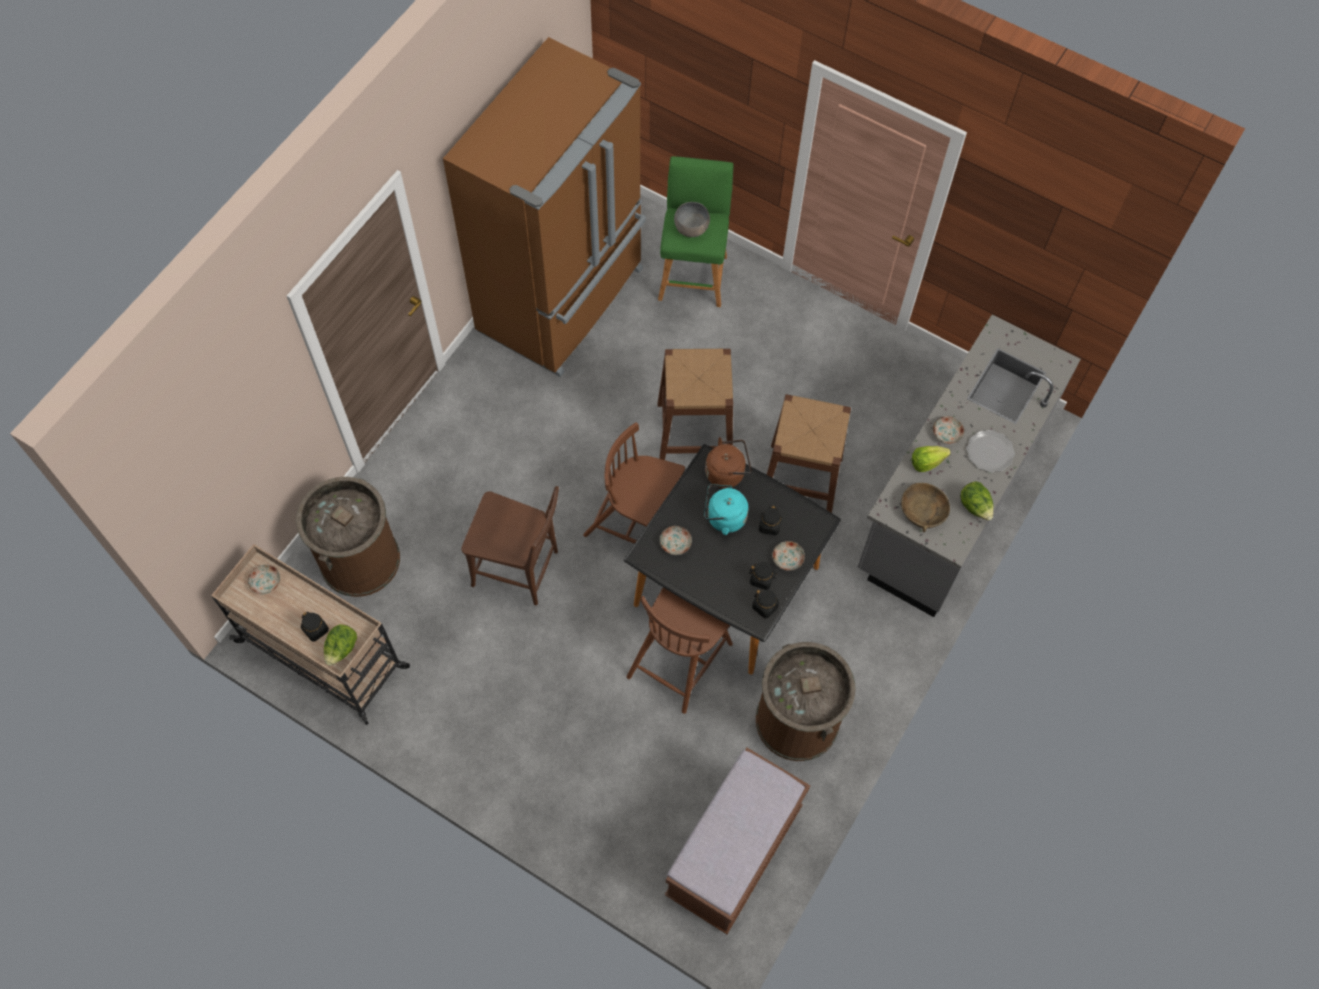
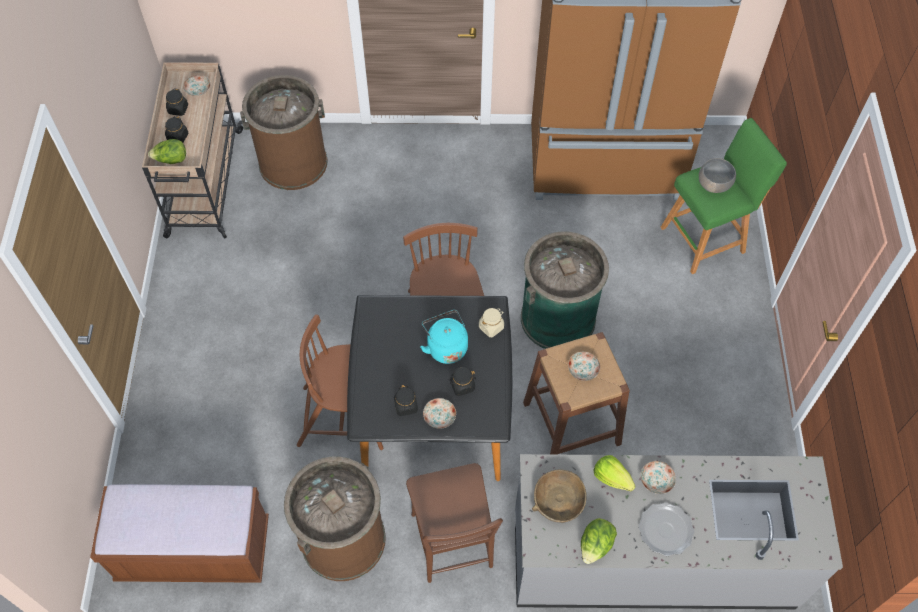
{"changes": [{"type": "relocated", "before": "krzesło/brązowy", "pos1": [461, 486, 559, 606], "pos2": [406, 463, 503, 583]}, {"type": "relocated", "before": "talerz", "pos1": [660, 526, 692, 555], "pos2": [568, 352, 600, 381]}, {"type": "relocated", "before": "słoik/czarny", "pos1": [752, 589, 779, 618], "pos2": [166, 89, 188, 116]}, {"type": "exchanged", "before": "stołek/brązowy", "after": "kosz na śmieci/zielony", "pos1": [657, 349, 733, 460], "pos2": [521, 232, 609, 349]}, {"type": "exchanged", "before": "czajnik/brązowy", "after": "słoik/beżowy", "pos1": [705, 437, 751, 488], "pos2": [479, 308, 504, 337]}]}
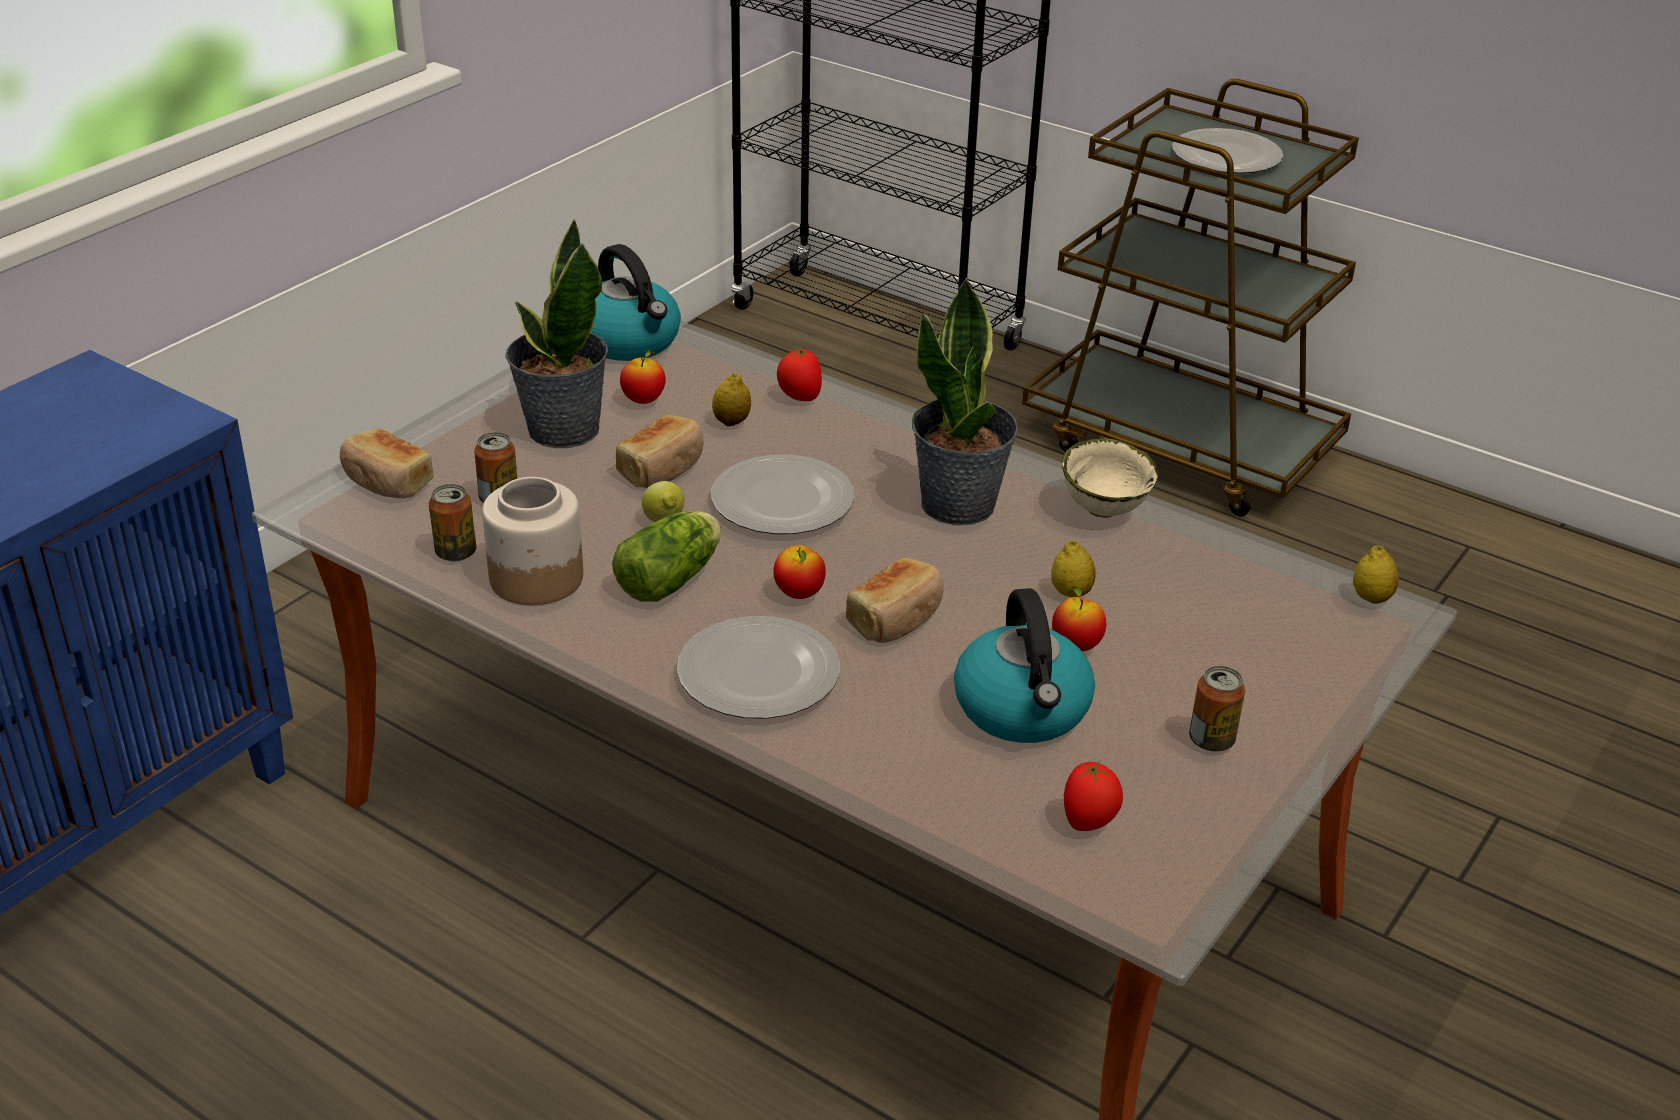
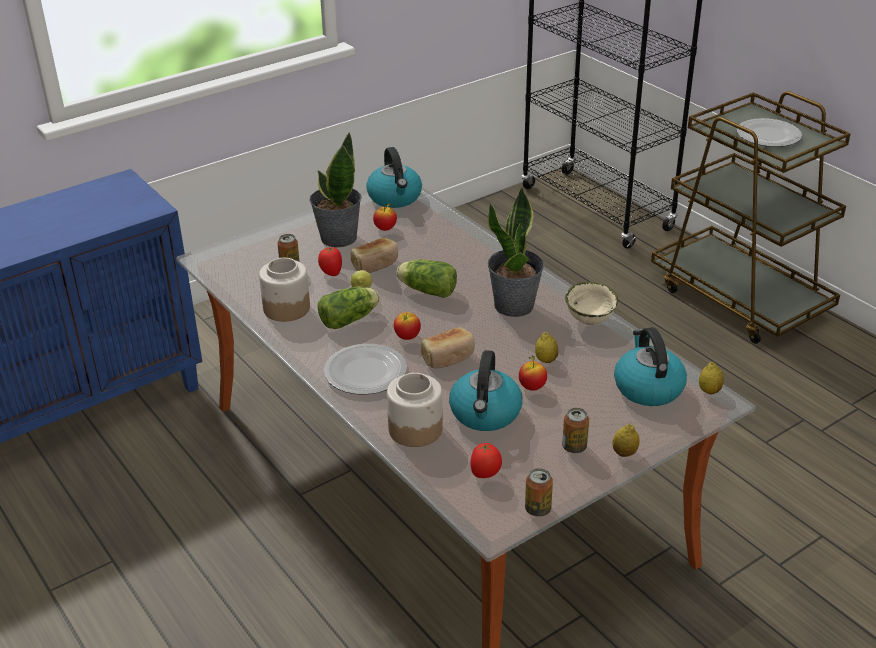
{"changes": [{"type": "missing", "before": "chleb", "pos1": [340, 428, 434, 498]}, {"type": "appeared", "after": "słoik", "pos2": [387, 373, 443, 447]}, {"type": "appeared", "after": "czajnik", "pos2": [614, 327, 687, 406]}, {"type": "relocated", "before": "puszka", "pos1": [429, 484, 476, 562], "pos2": [525, 468, 553, 517]}, {"type": "relocated", "before": "cytryna", "pos1": [712, 373, 751, 426], "pos2": [613, 424, 640, 457]}, {"type": "relocated", "before": "pomidor", "pos1": [777, 349, 822, 401], "pos2": [318, 247, 342, 276]}, {"type": "exchanged", "before": "talerz", "after": "sałata", "pos1": [711, 454, 855, 534], "pos2": [396, 259, 457, 298]}]}
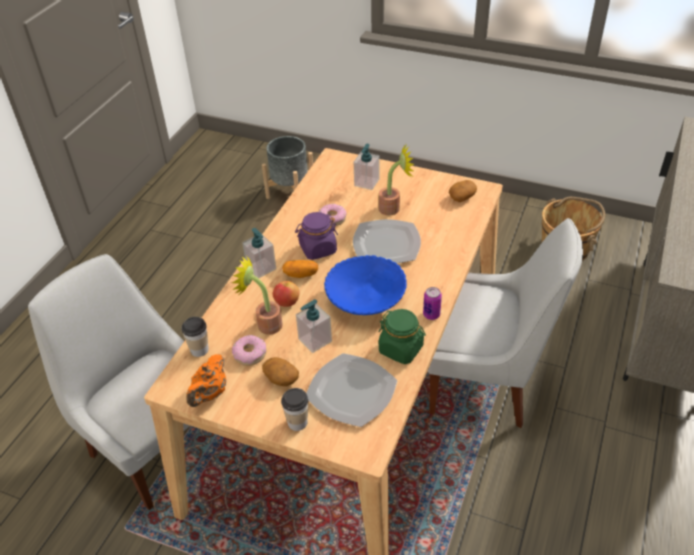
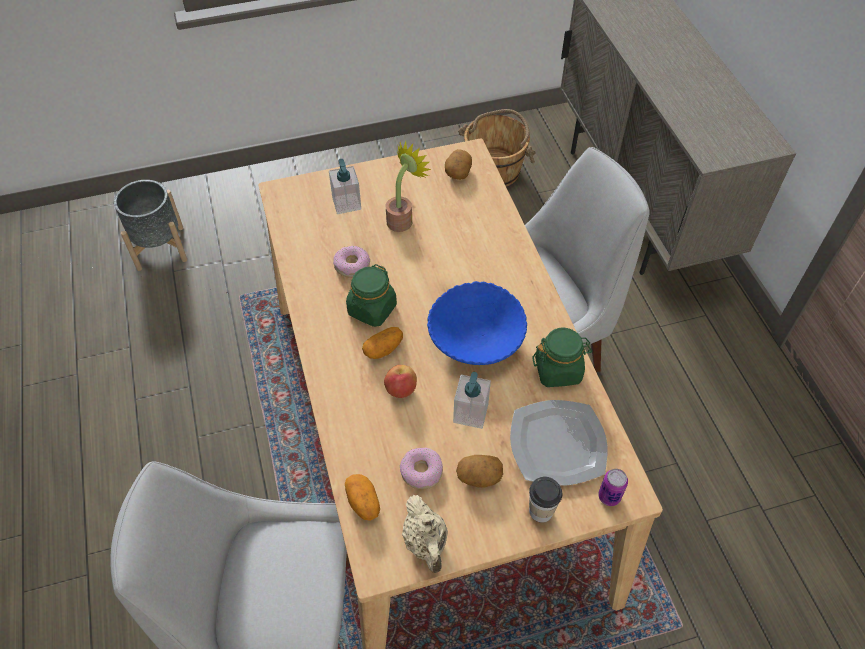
{"changes": [{"type": "missing", "before": "roślina doniczkowa", "pos1": [232, 255, 283, 335]}, {"type": "missing", "before": "dozownik mydła", "pos1": [242, 228, 276, 278]}, {"type": "missing", "before": "talerz", "pos1": [353, 219, 421, 264]}, {"type": "relocated", "before": "puszka", "pos1": [423, 287, 442, 320], "pos2": [598, 469, 628, 506]}, {"type": "exchanged", "before": "filiżanka", "after": "ziemniak", "pos1": [181, 317, 209, 357], "pos2": [345, 474, 380, 521]}, {"type": "colour", "before": "imbryk/pomarańczowy", "after": "imbryk/beżowy", "pos1": [186, 354, 226, 407], "pos2": [402, 495, 448, 573]}, {"type": "colour", "before": "słoik/fioletowy", "after": "słoik/zielony", "pos1": [295, 212, 338, 260], "pos2": [346, 264, 397, 327]}]}
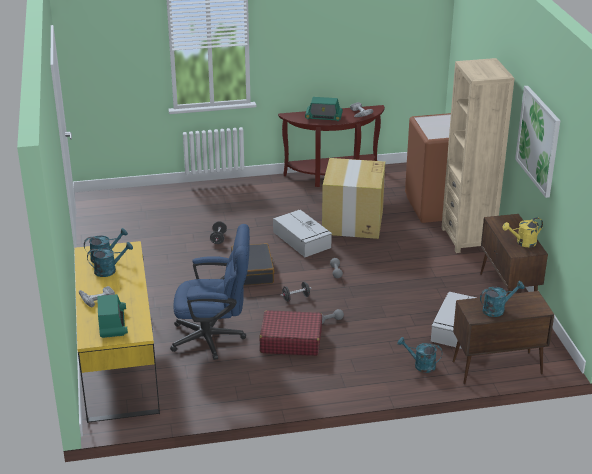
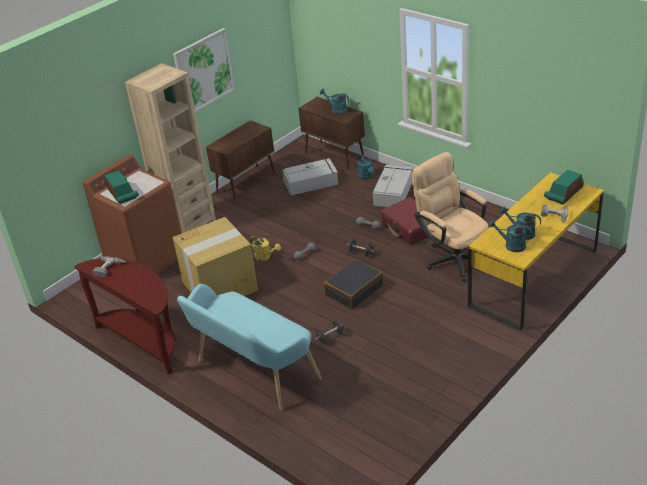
{"changes": [{"type": "appeared", "after": "ławka/turkusowy", "pos2": [177, 284, 322, 411]}, {"type": "relocated", "before": "pojemnik do przechowywania/szary", "pos1": [273, 210, 332, 257], "pos2": [373, 165, 413, 207]}, {"type": "relocated", "before": "radio", "pos1": [305, 97, 343, 121], "pos2": [104, 171, 139, 204]}, {"type": "relocated", "before": "konewka/żółty", "pos1": [503, 217, 543, 247], "pos2": [250, 236, 281, 261]}, {"type": "colour", "before": "krzesło biurowe/niebieski", "after": "krzesło biurowe/beżowy", "pos1": [170, 224, 250, 360], "pos2": [412, 152, 488, 281]}]}
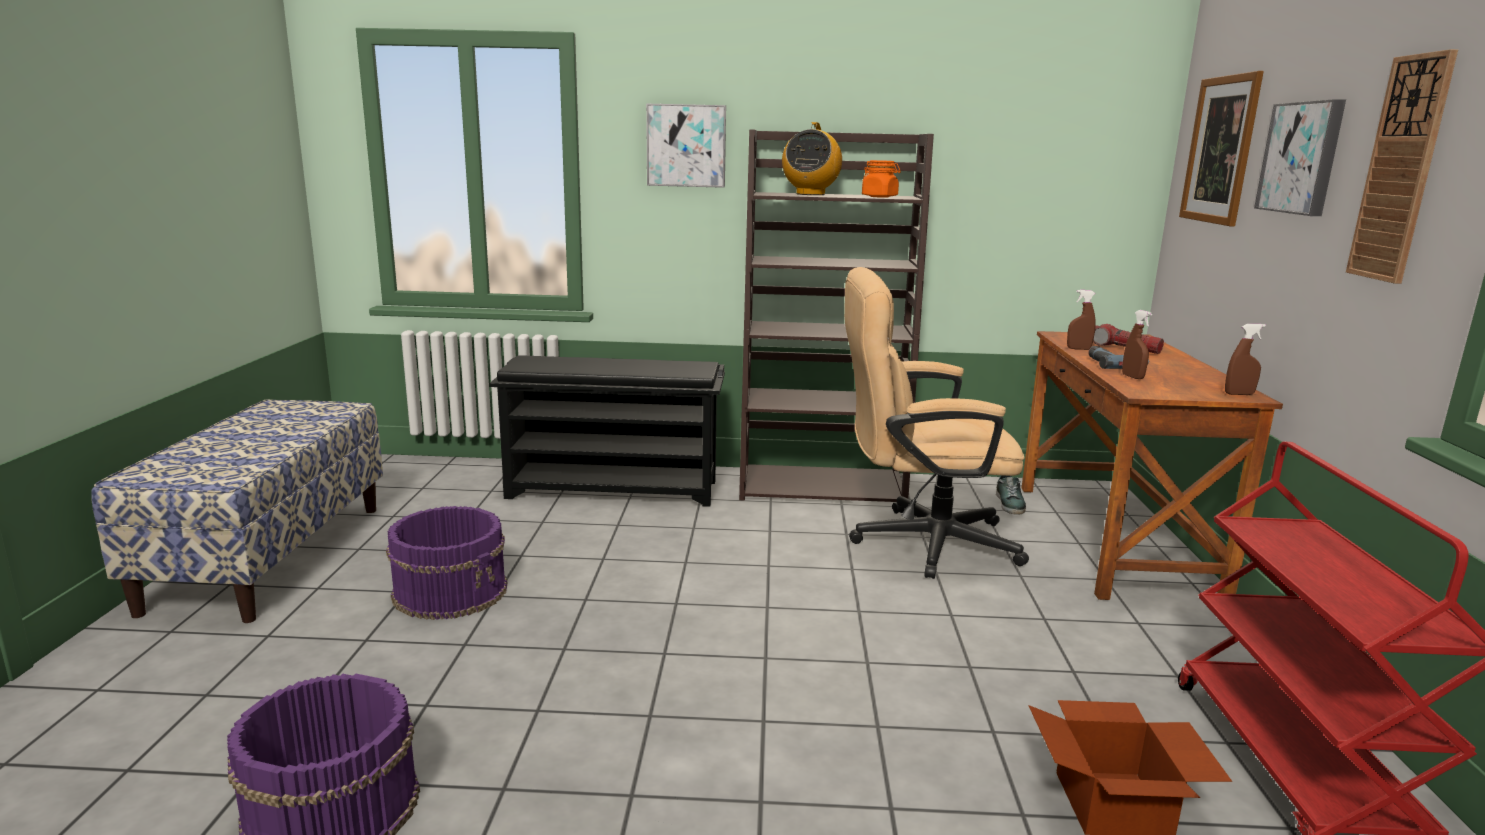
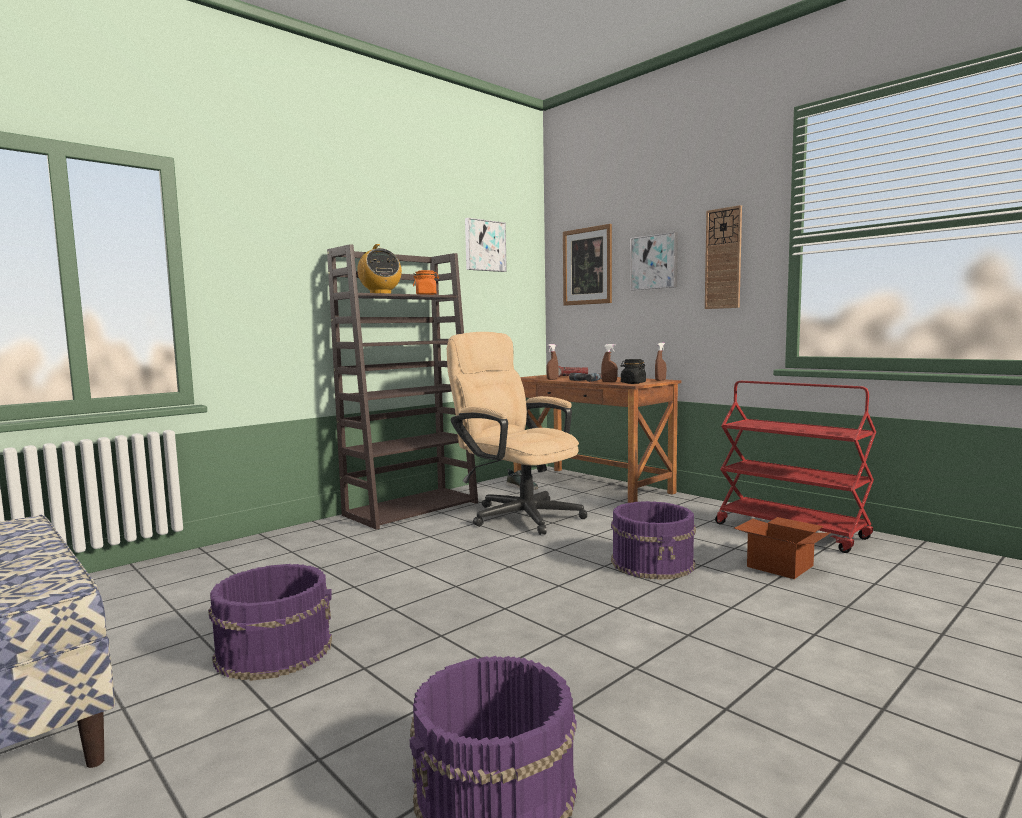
{"changes": [{"type": "missing", "before": "regał na buty/czarny", "pos1": [490, 355, 725, 507]}, {"type": "appeared", "after": "wiadro/fioletowy", "pos2": [611, 501, 696, 580]}, {"type": "appeared", "after": "słoik/czarny", "pos2": [621, 359, 646, 384]}, {"type": "relocated", "before": "obraz", "pos1": [646, 104, 726, 188], "pos2": [465, 218, 507, 272]}, {"type": "spun", "before": "krzesło biurowe/beżowy", "pos1": [844, 267, 1029, 579], "pos2": [447, 332, 587, 535], "turn": 90}]}
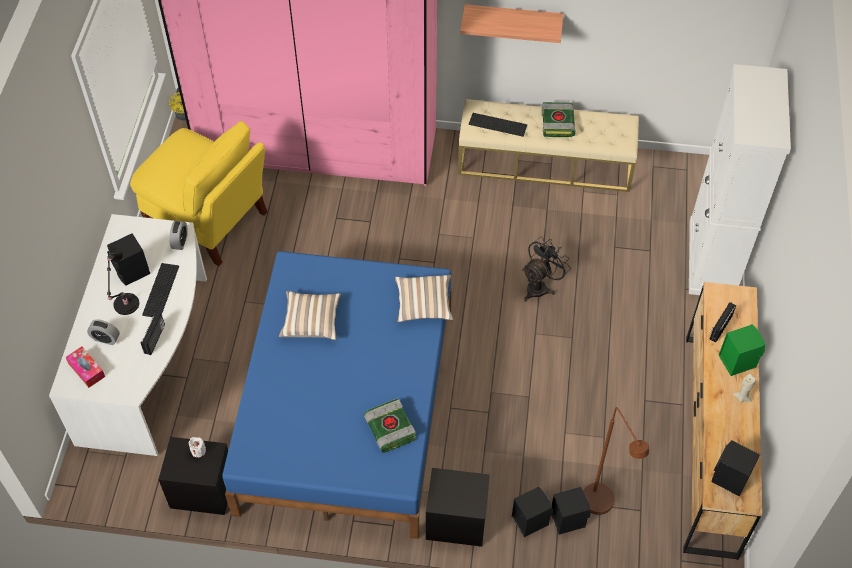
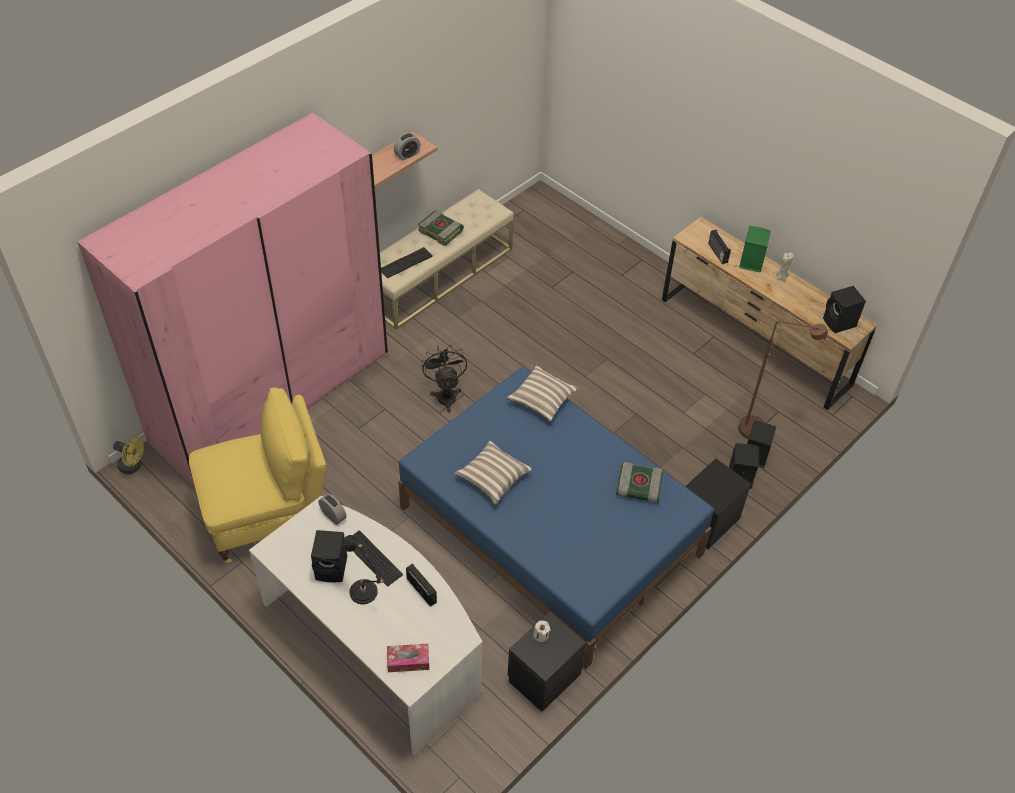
{"changes": [{"type": "missing", "before": "szafka/biały", "pos1": [689, 64, 791, 295]}, {"type": "relocated", "before": "budzik", "pos1": [87, 320, 120, 345], "pos2": [394, 133, 421, 161]}, {"type": "relocated", "before": "wentylator/czarny", "pos1": [522, 237, 571, 302], "pos2": [421, 345, 467, 413]}]}
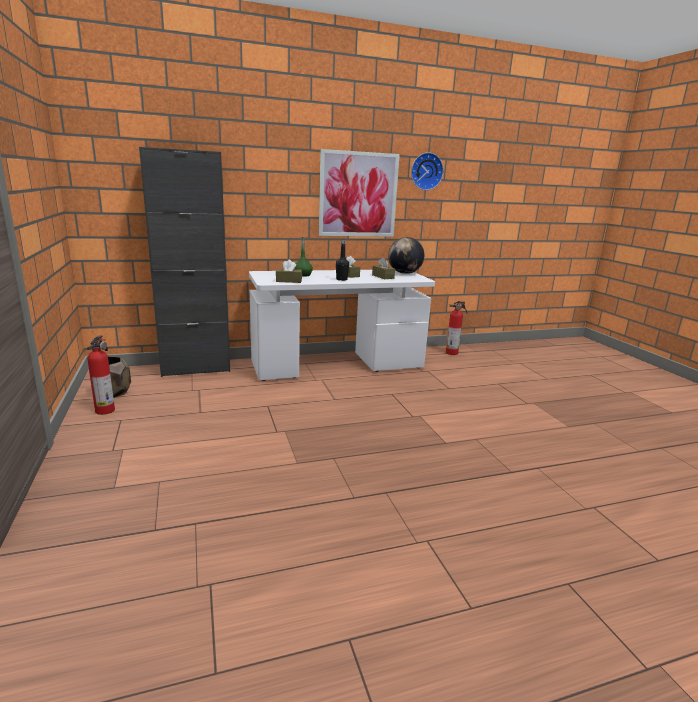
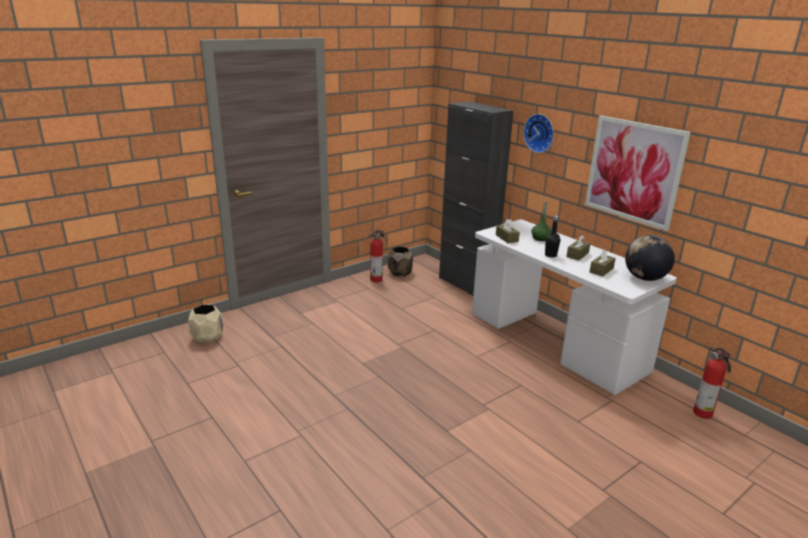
{"changes": [{"type": "appeared", "after": "donica/beżowy", "pos2": [188, 305, 223, 343]}, {"type": "relocated", "before": "zegar ścienny", "pos1": [411, 152, 444, 190], "pos2": [523, 114, 554, 153]}]}
